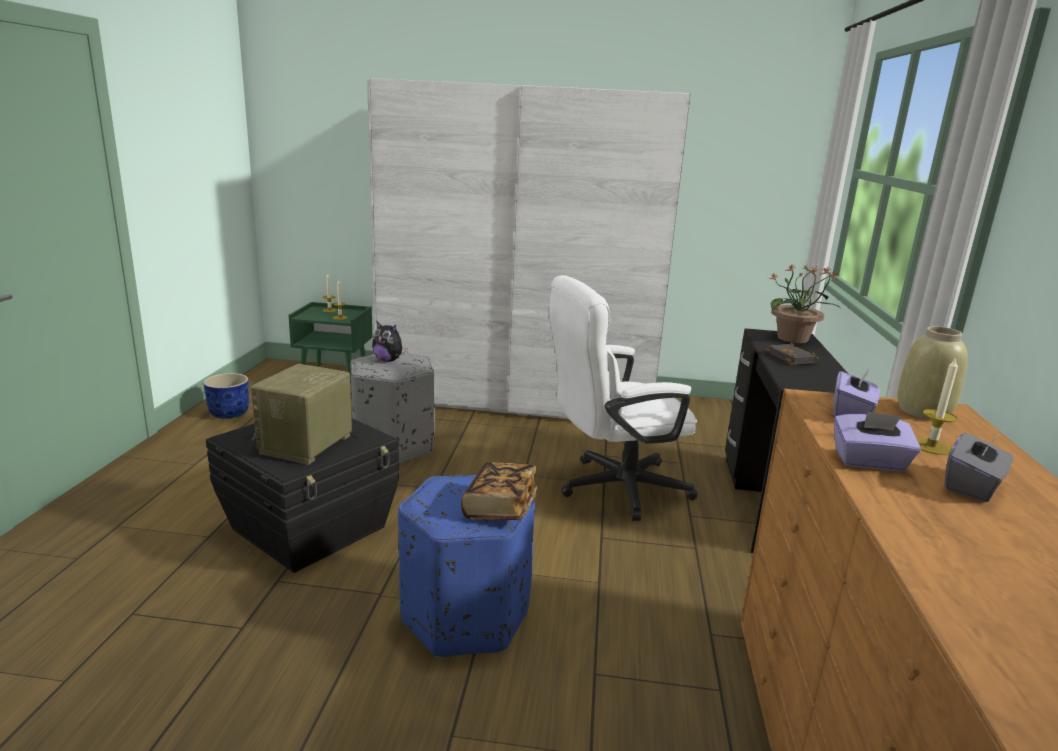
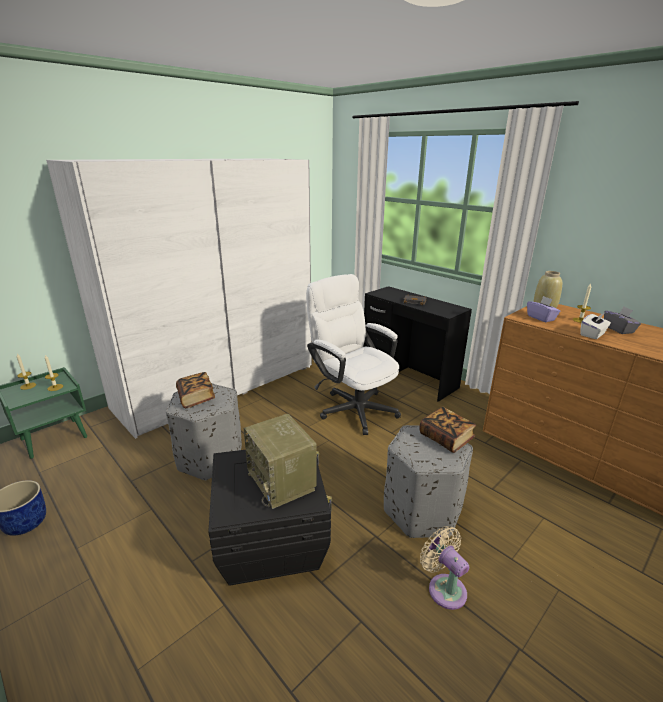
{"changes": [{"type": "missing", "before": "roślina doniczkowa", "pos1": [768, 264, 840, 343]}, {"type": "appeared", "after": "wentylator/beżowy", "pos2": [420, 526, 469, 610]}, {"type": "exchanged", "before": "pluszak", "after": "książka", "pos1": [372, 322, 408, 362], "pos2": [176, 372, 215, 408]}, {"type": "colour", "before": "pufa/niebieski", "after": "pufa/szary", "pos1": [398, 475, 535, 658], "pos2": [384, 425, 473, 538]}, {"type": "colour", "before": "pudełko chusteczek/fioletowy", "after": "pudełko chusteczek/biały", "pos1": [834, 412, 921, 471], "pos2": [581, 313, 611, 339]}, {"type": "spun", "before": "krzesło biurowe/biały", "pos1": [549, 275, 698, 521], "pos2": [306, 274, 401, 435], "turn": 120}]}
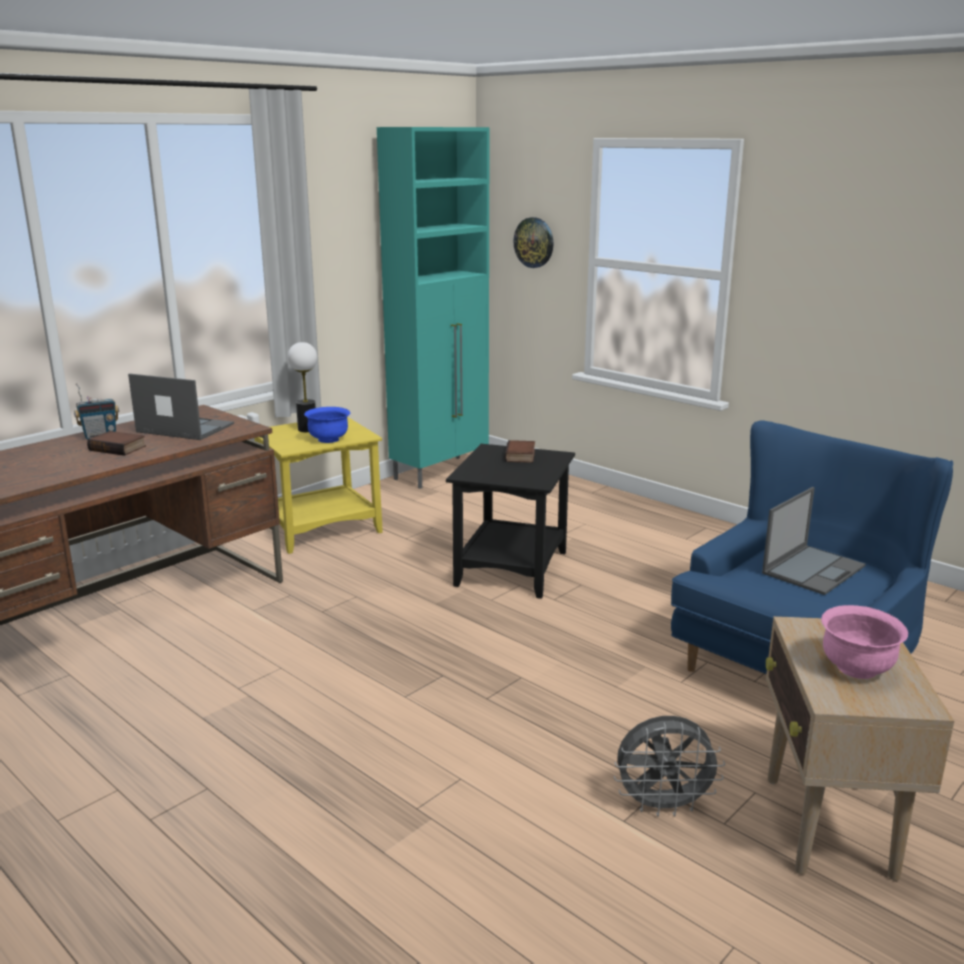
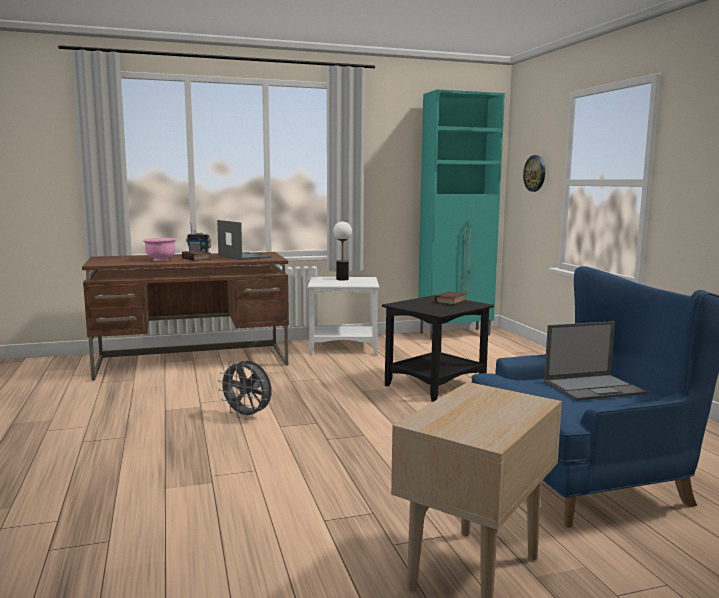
{"changes": [{"type": "missing", "before": "miska/niebieski", "pos1": [304, 407, 350, 443]}, {"type": "relocated", "before": "wentylator/szary", "pos1": [614, 716, 725, 817], "pos2": [218, 359, 272, 420]}, {"type": "relocated", "before": "miska/różowy", "pos1": [821, 605, 908, 679], "pos2": [142, 238, 177, 261]}, {"type": "colour", "before": "stolik/żółty", "after": "stolik/biały", "pos1": [254, 417, 382, 554], "pos2": [307, 277, 379, 355]}]}
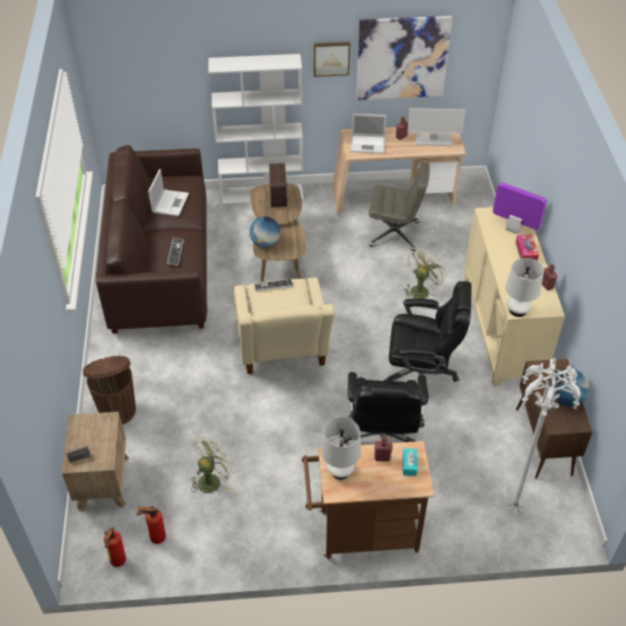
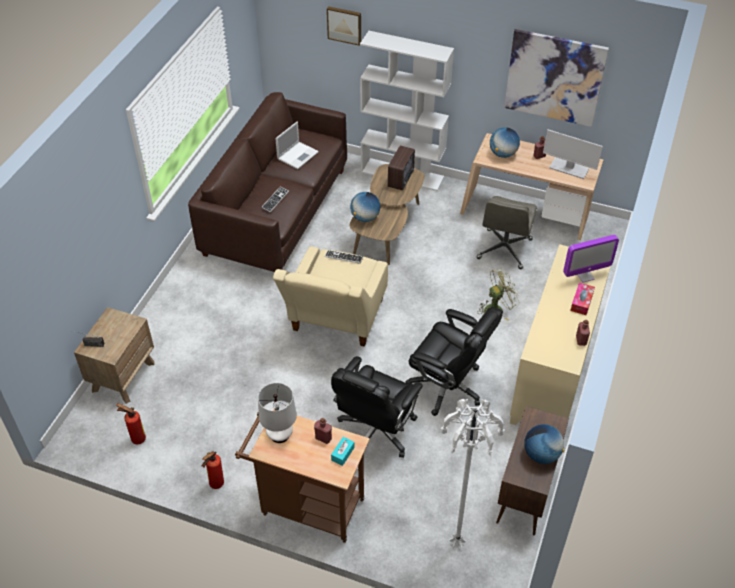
{"changes": [{"type": "missing", "before": "kosz na śmieci/brązowy", "pos1": [83, 356, 136, 425]}, {"type": "missing", "before": "wentylator/zielony", "pos1": [191, 436, 236, 493]}, {"type": "missing", "before": "lampa stołowa/biały", "pos1": [506, 258, 544, 317]}, {"type": "relocated", "before": "gaśnica", "pos1": [104, 527, 126, 567], "pos2": [202, 451, 224, 489]}, {"type": "relocated", "before": "obraz", "pos1": [314, 42, 350, 77], "pos2": [327, 6, 361, 46]}, {"type": "exchanged", "before": "laptop", "after": "globus", "pos1": [351, 114, 386, 154], "pos2": [490, 127, 520, 158]}, {"type": "spun", "before": "krzesło biurowe/szary", "pos1": [369, 163, 430, 251], "pos2": [476, 196, 537, 269], "turn": 75}, {"type": "spun", "before": "monitor", "pos1": [493, 183, 547, 234], "pos2": [563, 235, 619, 283], "turn": 105}]}
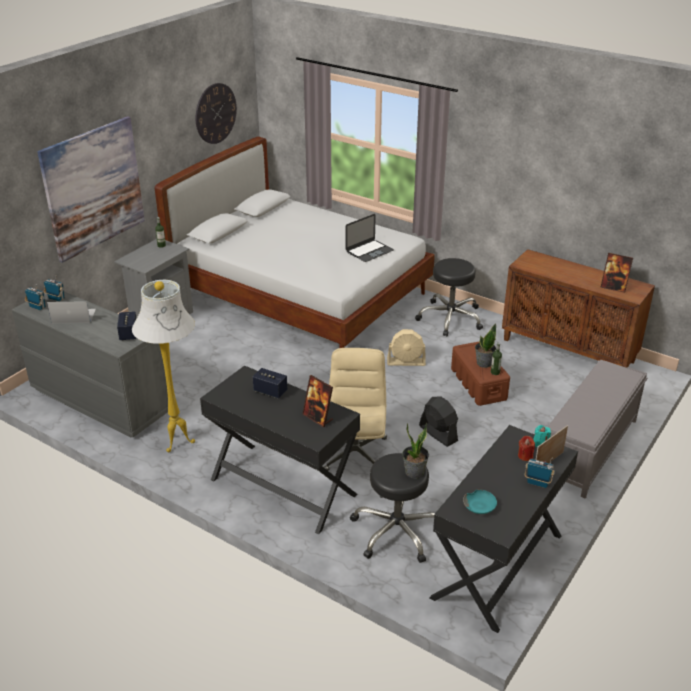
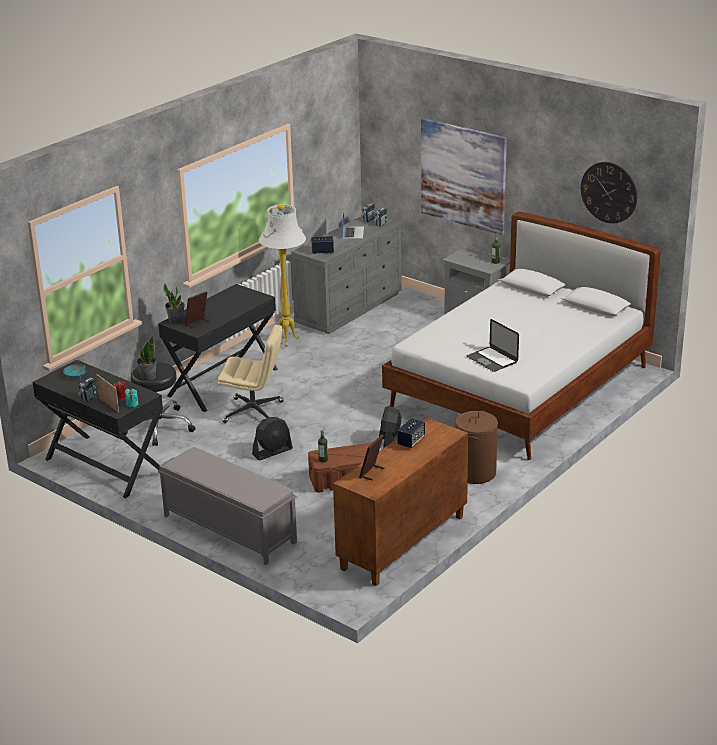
{"changes": [{"type": "relocated", "before": "głośnik", "pos1": [252, 368, 287, 399], "pos2": [397, 418, 425, 448]}, {"type": "relocated", "before": "roślina doniczkowa", "pos1": [475, 323, 496, 368], "pos2": [163, 283, 185, 324]}, {"type": "exchanged", "before": "stołek/czarny", "after": "kosz na pranie/brązowy", "pos1": [415, 258, 483, 336], "pos2": [455, 411, 498, 484]}, {"type": "colour", "before": "wentylator/beżowy", "after": "wentylator/czarny", "pos1": [387, 329, 426, 366], "pos2": [379, 406, 402, 448]}]}
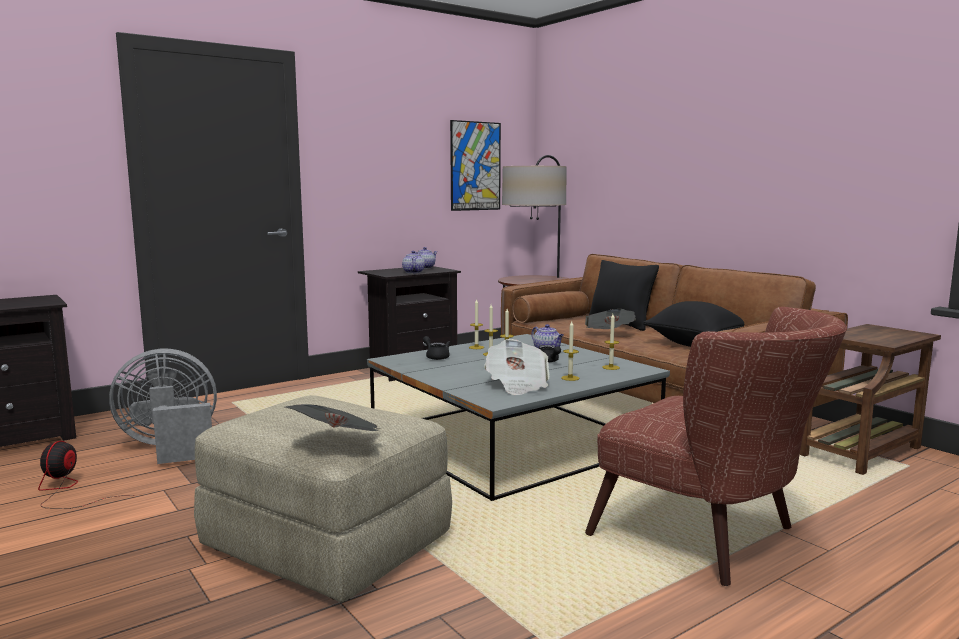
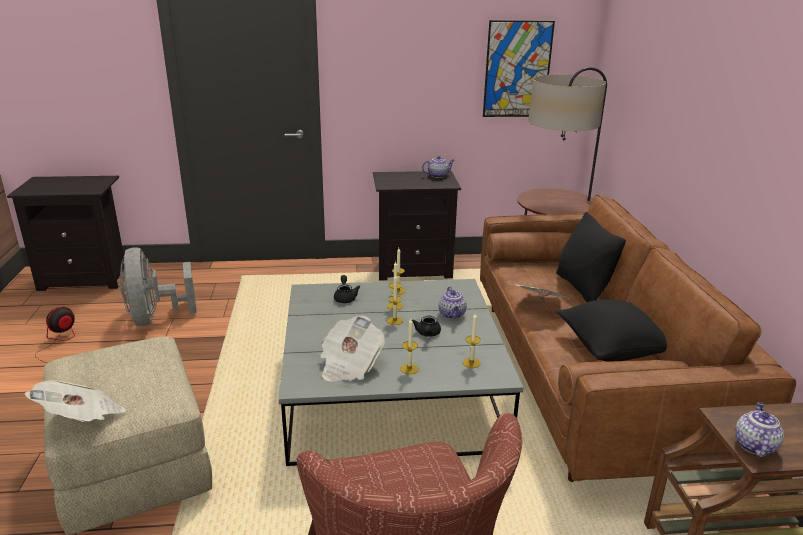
{"changes": [{"type": "relocated", "before": "imbryk", "pos1": [402, 251, 425, 273], "pos2": [735, 402, 784, 457]}, {"type": "spun", "before": "wentylator/szary", "pos1": [109, 349, 217, 464], "pos2": [120, 247, 197, 326], "turn": -120}]}
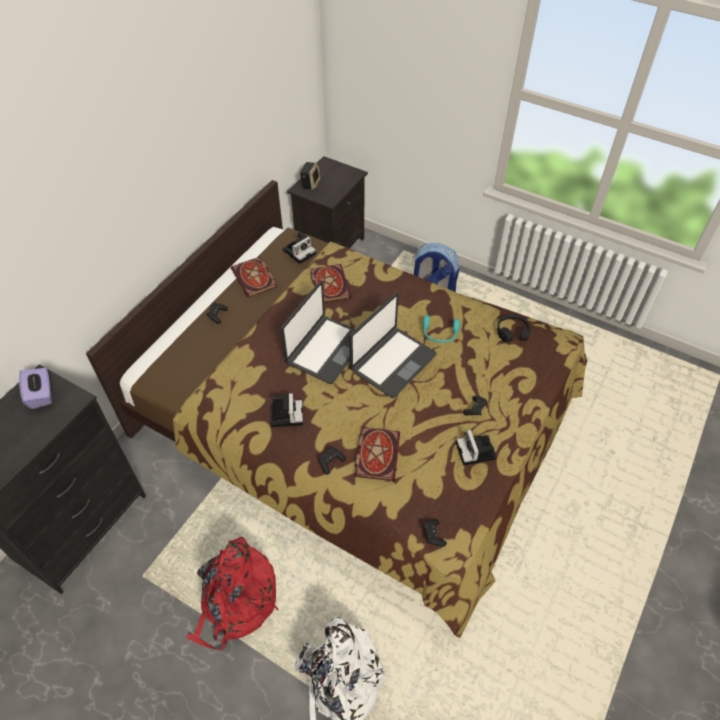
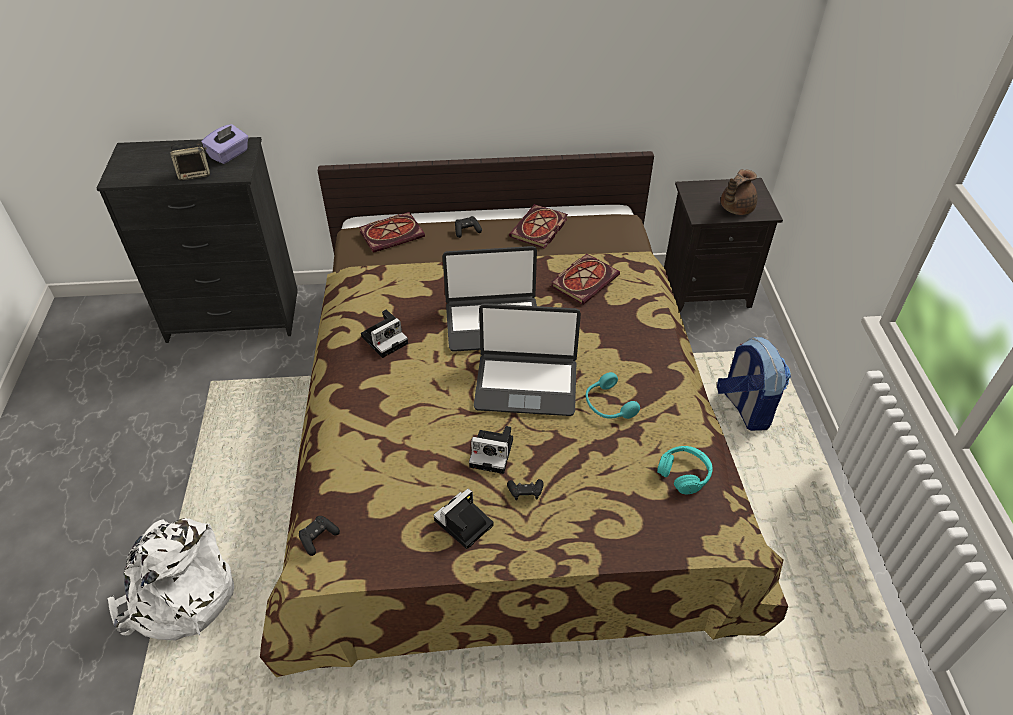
{"changes": [{"type": "missing", "before": "plecak/czerwony", "pos1": [187, 537, 279, 650]}, {"type": "missing", "before": "pad do gier/czarny", "pos1": [318, 447, 346, 475]}, {"type": "appeared", "after": "imbryk/brązowy", "pos2": [721, 169, 757, 215]}, {"type": "relocated", "before": "aparat fotograficzny", "pos1": [283, 231, 316, 264], "pos2": [469, 426, 513, 474]}, {"type": "relocated", "before": "głośnik", "pos1": [300, 162, 320, 190], "pos2": [170, 141, 210, 181]}, {"type": "relocated", "before": "książka", "pos1": [355, 427, 400, 481], "pos2": [359, 212, 425, 253]}, {"type": "colour", "before": "słuchawki/czarny", "after": "słuchawki/turkusowy", "pos1": [497, 314, 531, 342], "pos2": [657, 446, 713, 494]}]}
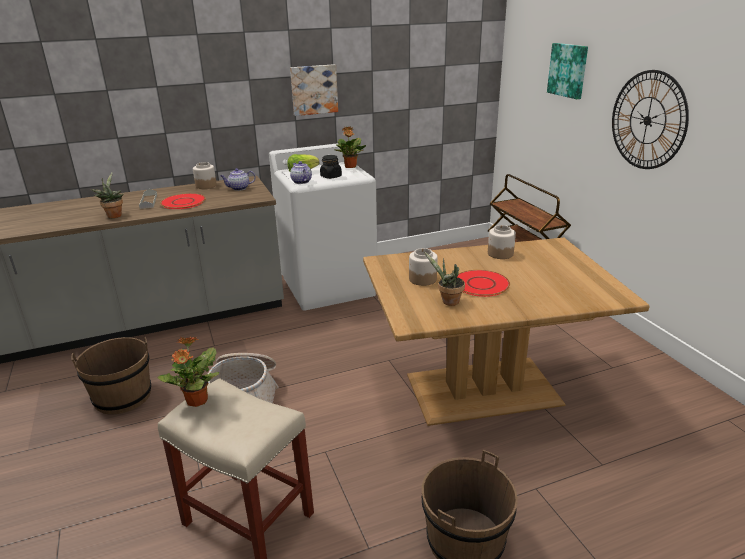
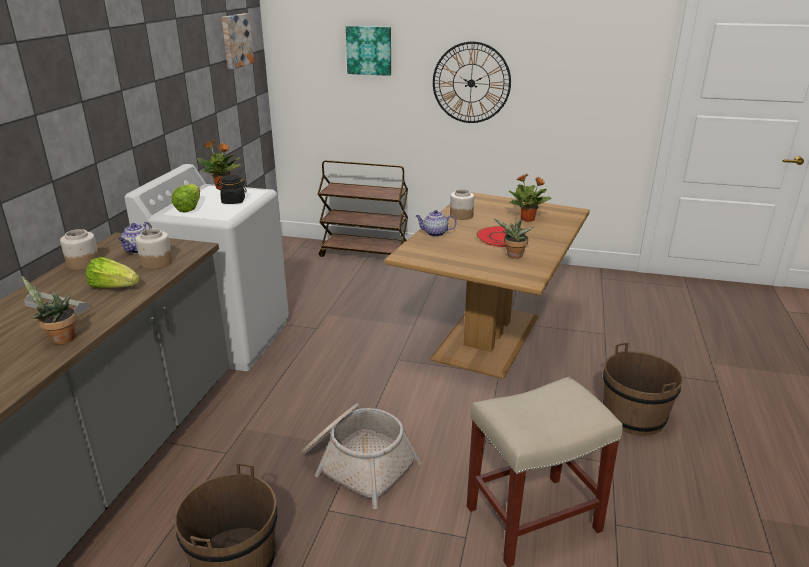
{"changes": [{"type": "relocated", "before": "roślina doniczkowa", "pos1": [158, 337, 219, 407], "pos2": [509, 173, 552, 222]}, {"type": "relocated", "before": "obraz", "pos1": [290, 64, 338, 116], "pos2": [222, 13, 254, 69]}, {"type": "relocated", "before": "imbryk", "pos1": [290, 161, 312, 184], "pos2": [416, 210, 457, 237]}, {"type": "relocated", "before": "słoik", "pos1": [409, 248, 438, 286], "pos2": [135, 229, 173, 269]}, {"type": "exchanged", "before": "talerz/czerwony", "after": "sałata", "pos1": [160, 193, 206, 209], "pos2": [86, 257, 139, 288]}]}
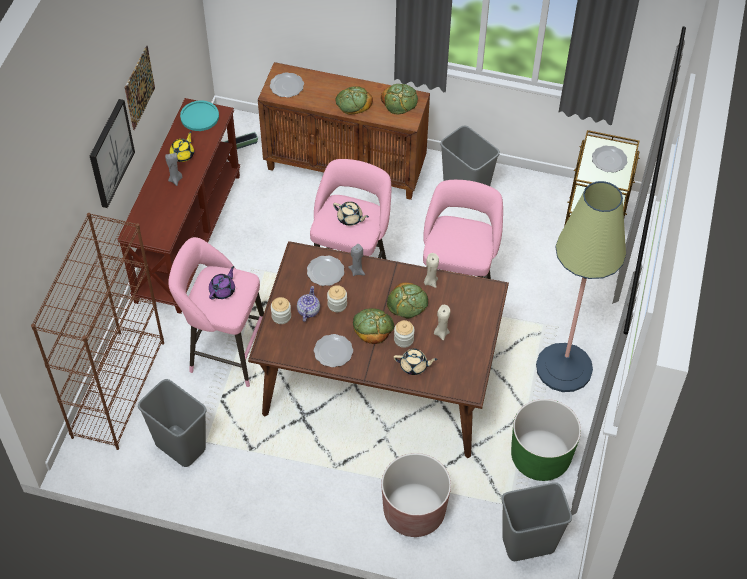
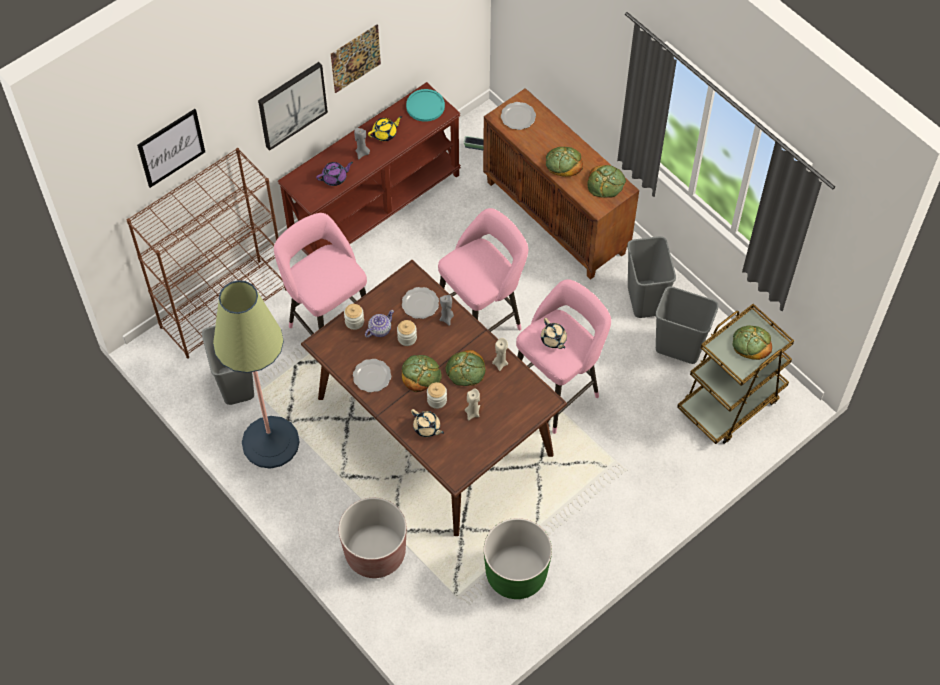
{"changes": [{"type": "appeared", "after": "obraz", "pos2": [137, 109, 205, 188]}, {"type": "relocated", "before": "imbryk/fioletowy", "pos1": [209, 266, 235, 299], "pos2": [316, 162, 353, 186]}, {"type": "relocated", "before": "imbryk/beżowy", "pos1": [333, 202, 369, 226], "pos2": [541, 318, 567, 349]}, {"type": "relocated", "before": "kosz na śmieci/szary", "pos1": [502, 482, 572, 561], "pos2": [655, 286, 719, 364]}, {"type": "relocated", "before": "lampa stojąca", "pos1": [536, 181, 626, 392], "pos2": [213, 280, 300, 469]}, {"type": "exchanged", "before": "talerz", "after": "chleb", "pos1": [592, 145, 627, 173], "pos2": [733, 325, 772, 360]}]}
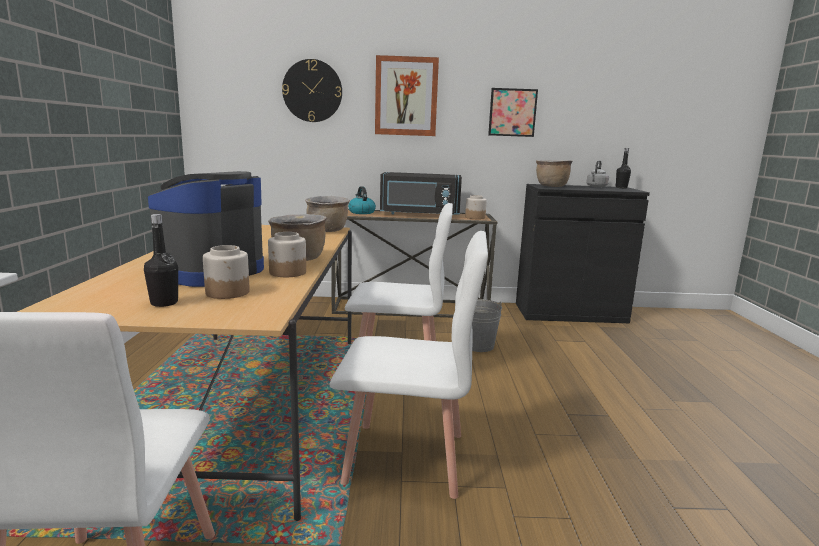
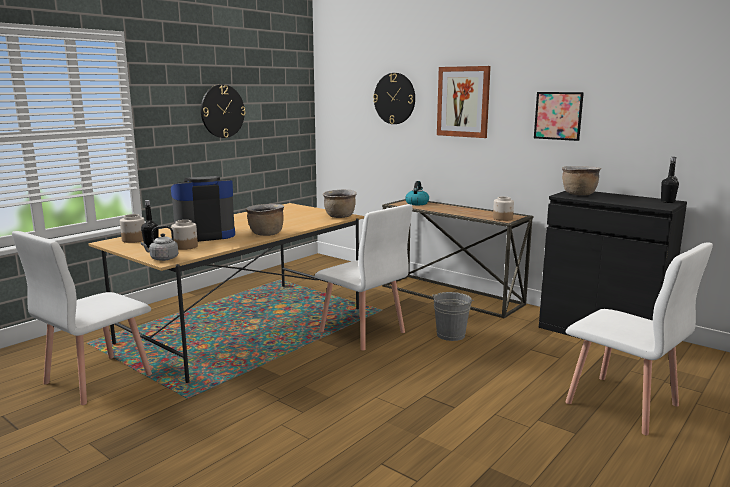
{"changes": [{"type": "missing", "before": "mikrofalówka/czarny", "pos1": [380, 172, 462, 215]}, {"type": "appeared", "after": "zegar ścienny", "pos2": [201, 85, 246, 138]}, {"type": "relocated", "before": "słoik", "pos1": [268, 232, 306, 277], "pos2": [120, 214, 145, 243]}, {"type": "relocated", "before": "krzesło/biały", "pos1": [330, 231, 488, 499], "pos2": [565, 242, 713, 435]}, {"type": "relocated", "before": "czajnik/szary", "pos1": [586, 160, 609, 188], "pos2": [141, 226, 178, 261]}]}
